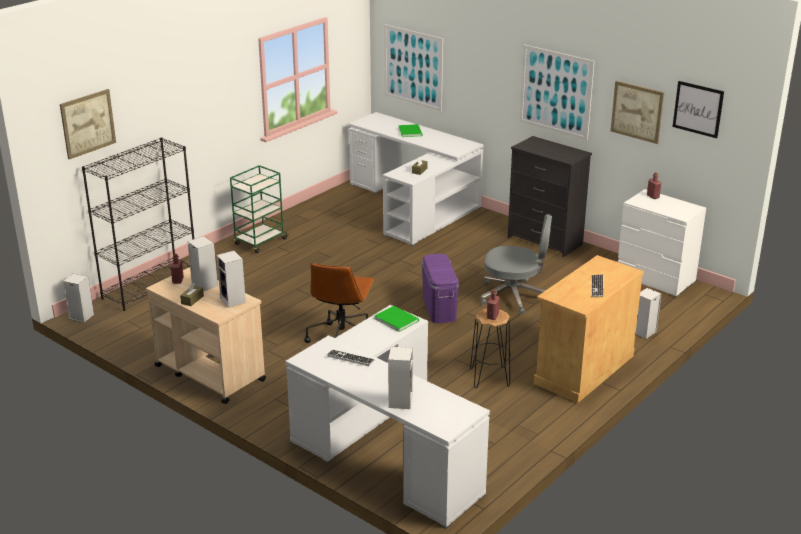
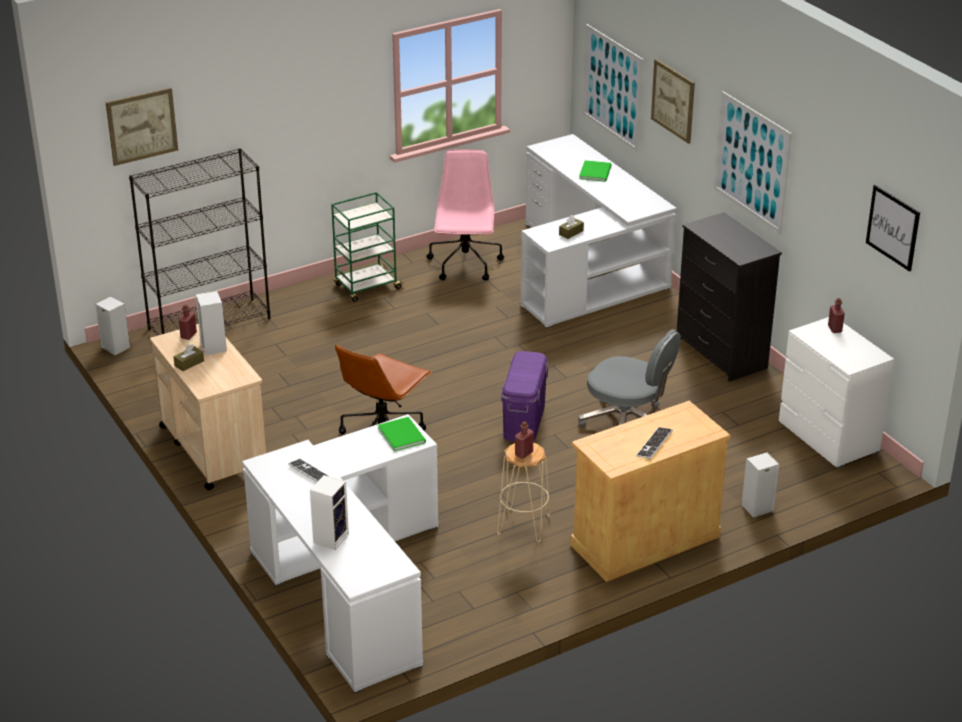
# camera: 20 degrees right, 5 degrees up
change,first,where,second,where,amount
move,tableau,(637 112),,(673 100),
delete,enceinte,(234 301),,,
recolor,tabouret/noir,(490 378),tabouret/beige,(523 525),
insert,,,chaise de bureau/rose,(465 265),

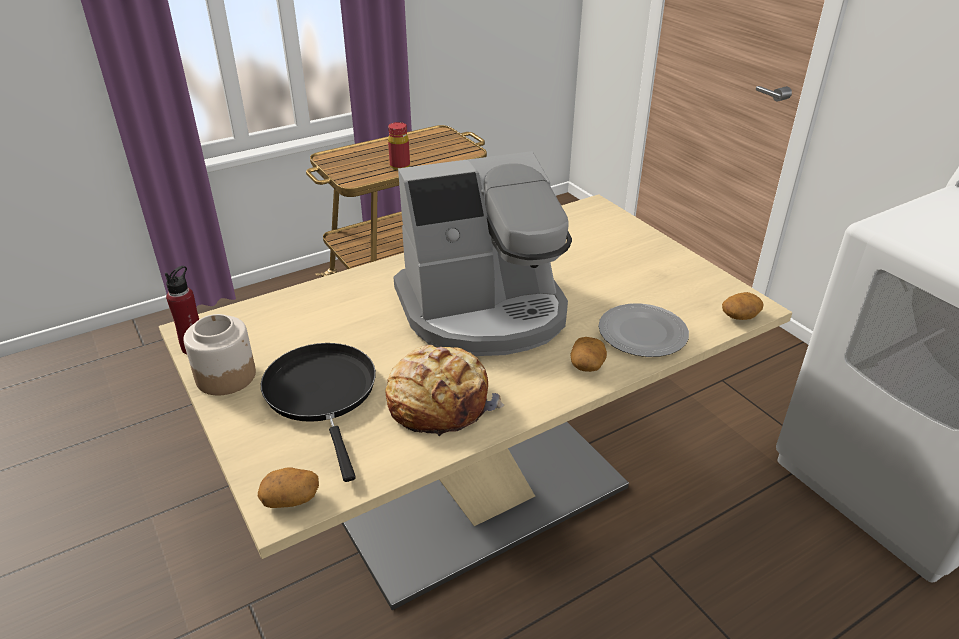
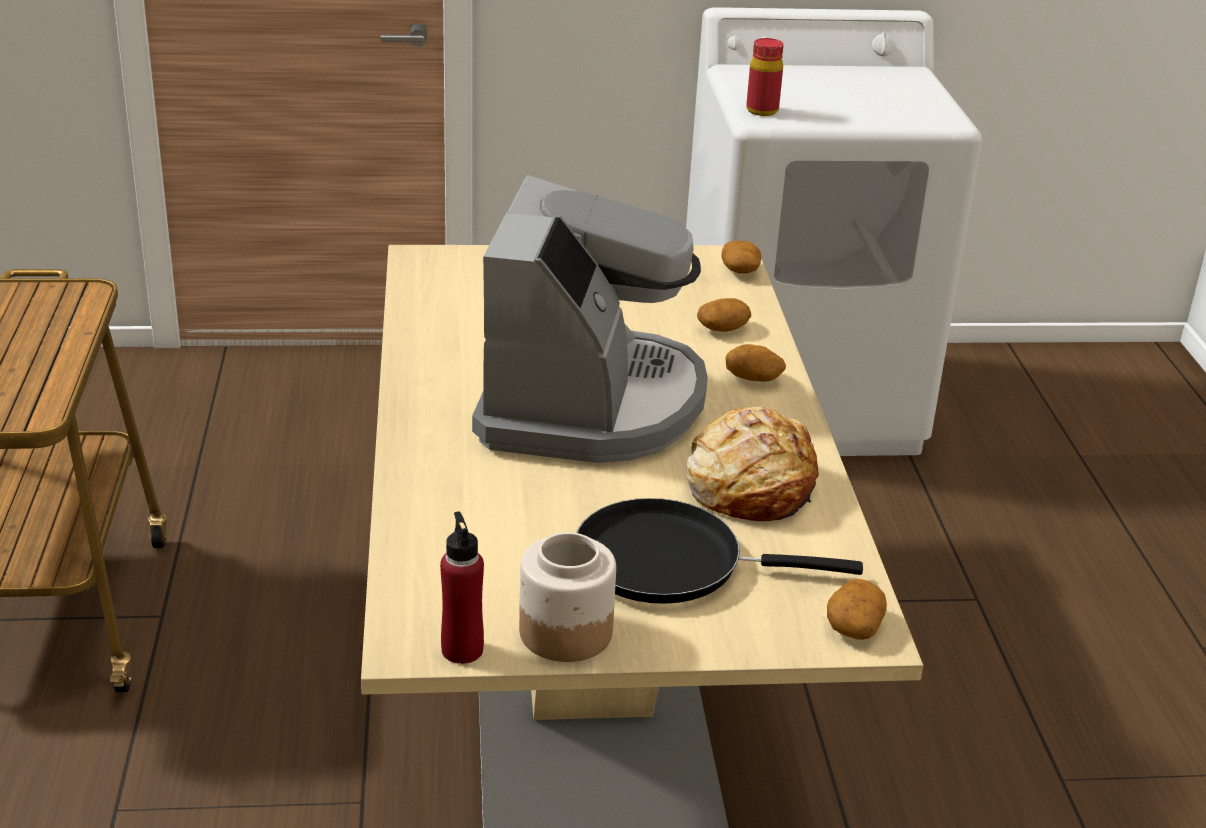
# camera: 65 degrees left, 5 degrees down
change,first,where,second,where,amount
move,bouteille/rouge,(400 166),,(762 111),
replace,assiette,(642 332),pomme de terre,(722 329),

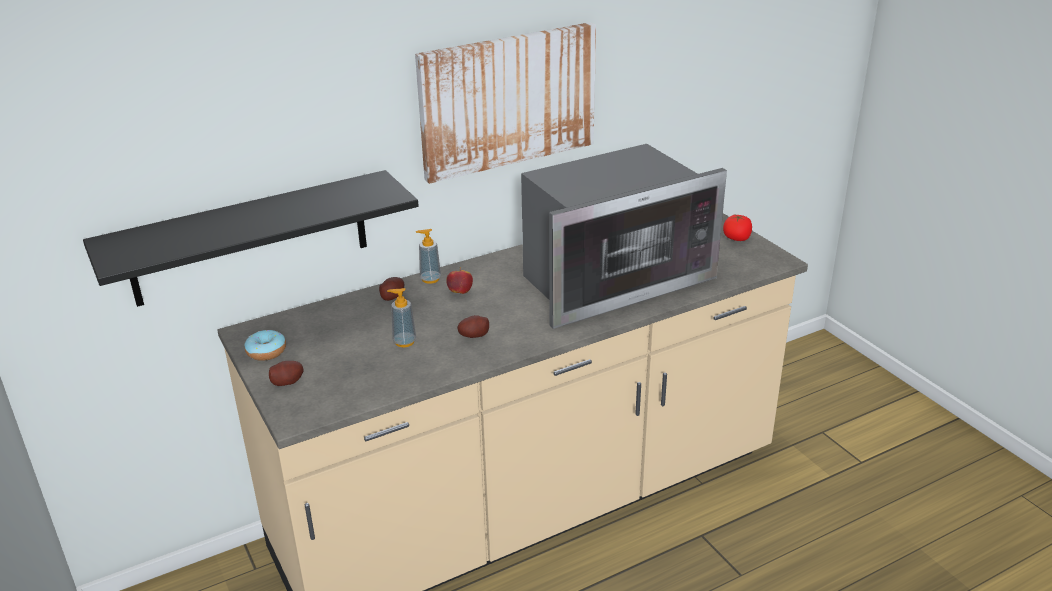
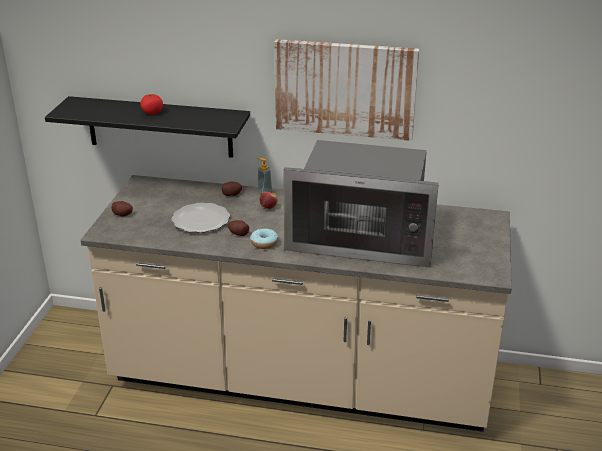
# camera: 40 degrees right, 0 degrees up
change,first,where,second,where,amount
move,tomate,(736 238),,(152 112),
replace,distributeur de savon,(404 342),assiette,(201 220),
move,beignet,(266 352),,(264 243),

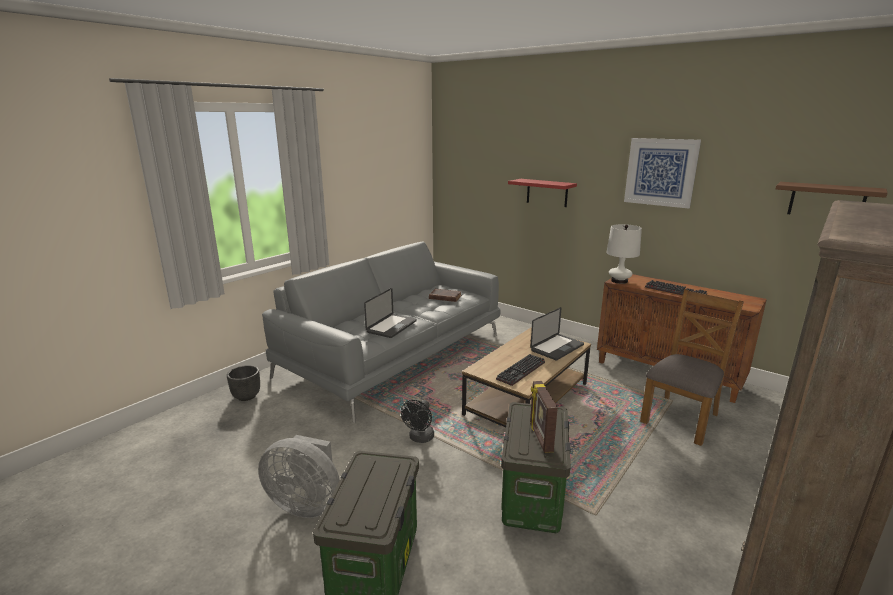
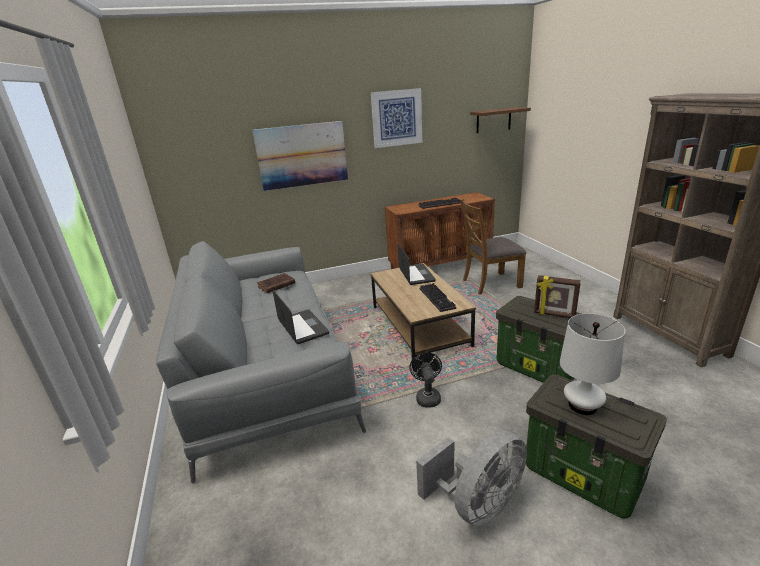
# camera: 55 degrees left, 5 degrees up
change,first,where,second,where,amount
replace,étagère/rouge,(547 192),tableau,(302 155),
move,lampe de table/blanc,(619 281),,(582 405),
rotate,chaise/marron,(681 418),,(490 283),90 degrees counterclockwise
delete,cache-pot/noir,(246 396),,,
rotate,ventilateur/noir,(420 438),,(427 396),150 degrees counterclockwise

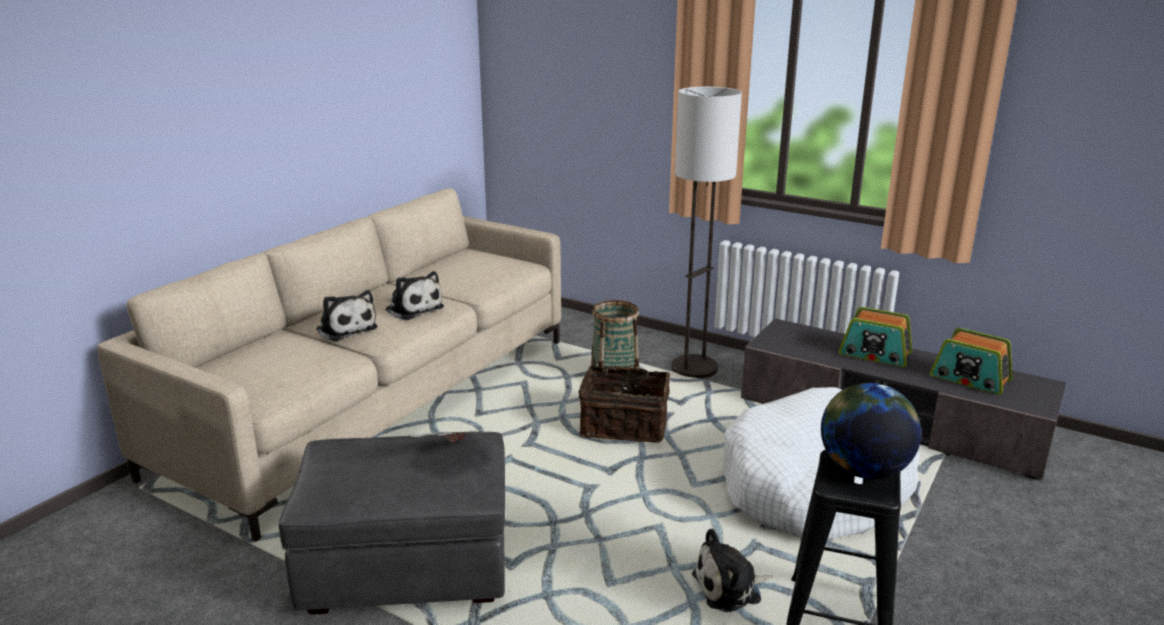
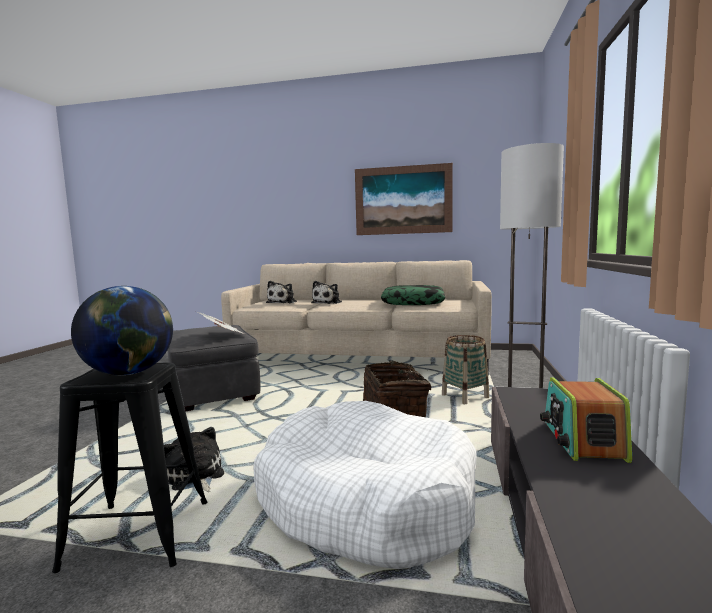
# camera: 70 degrees right, 15 degrees down
change,first,where,second,where,amount
move,peluche,(413 308),,(283 302),
delete,radio,(970 379),,,
insert,,,tableau,(403 200),
insert,,,coussin,(413 303),

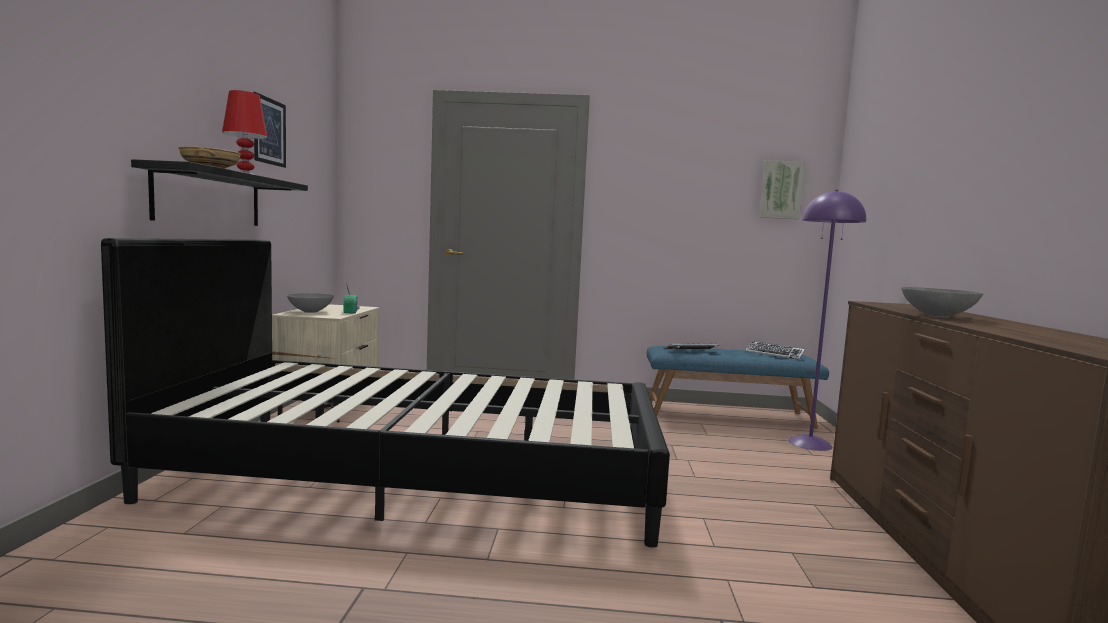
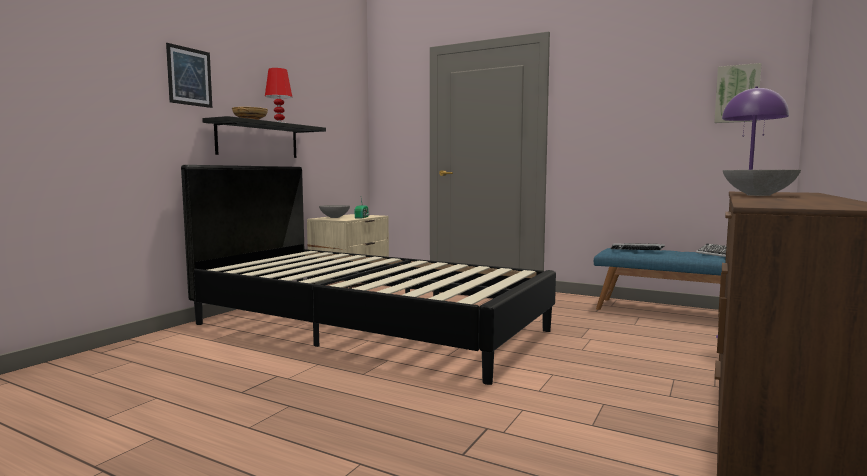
# camera: 25 degrees right, 0 degrees up
change,first,where,second,where,amount
move,tableau,(269 131),,(189 76),

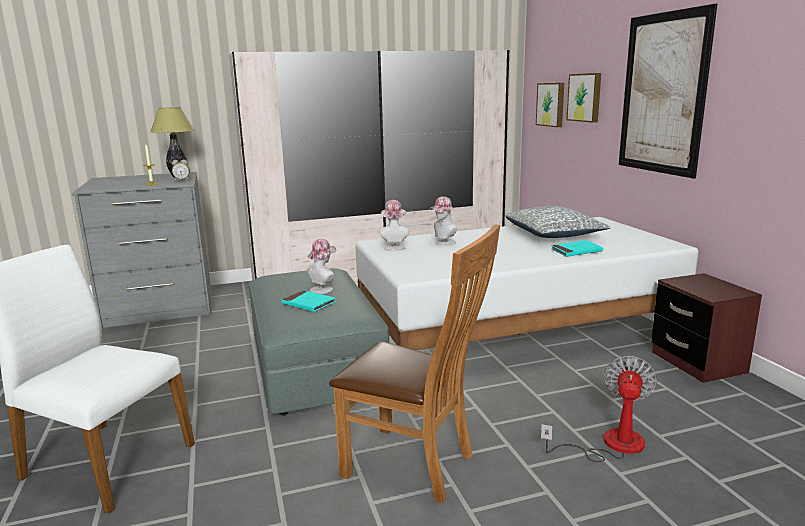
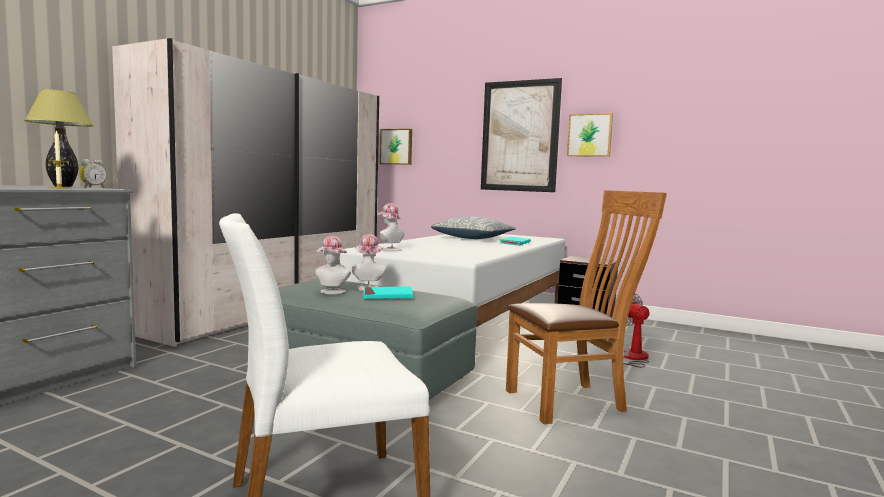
# camera: 45 degrees left, 10 degrees down
change,first,where,second,where,amount
move,tableau,(585 97),,(590 135),
move,chapeau,(443 243),,(331 292),

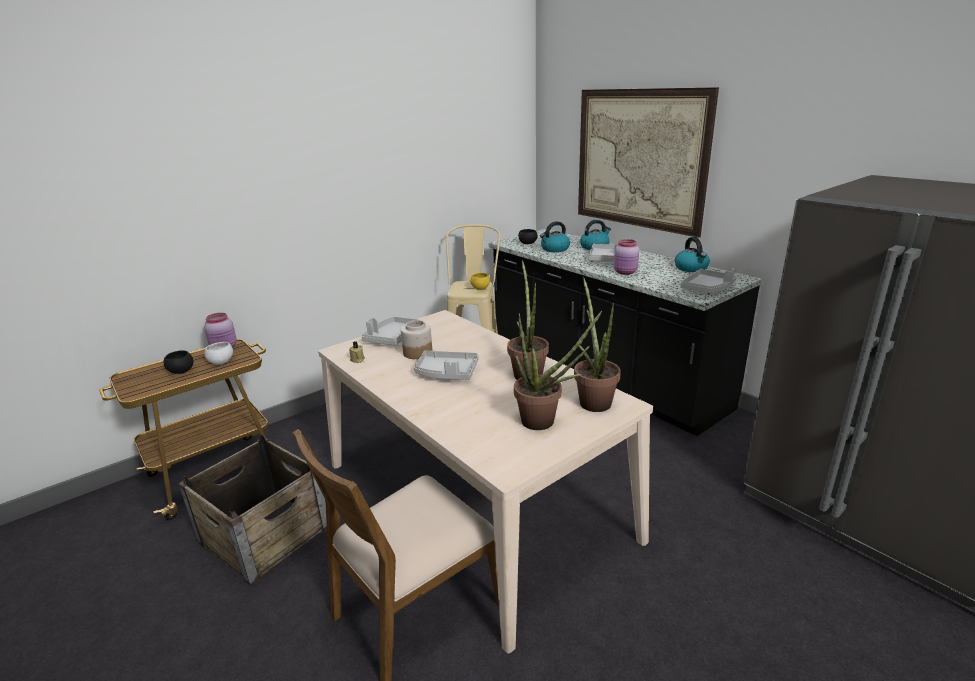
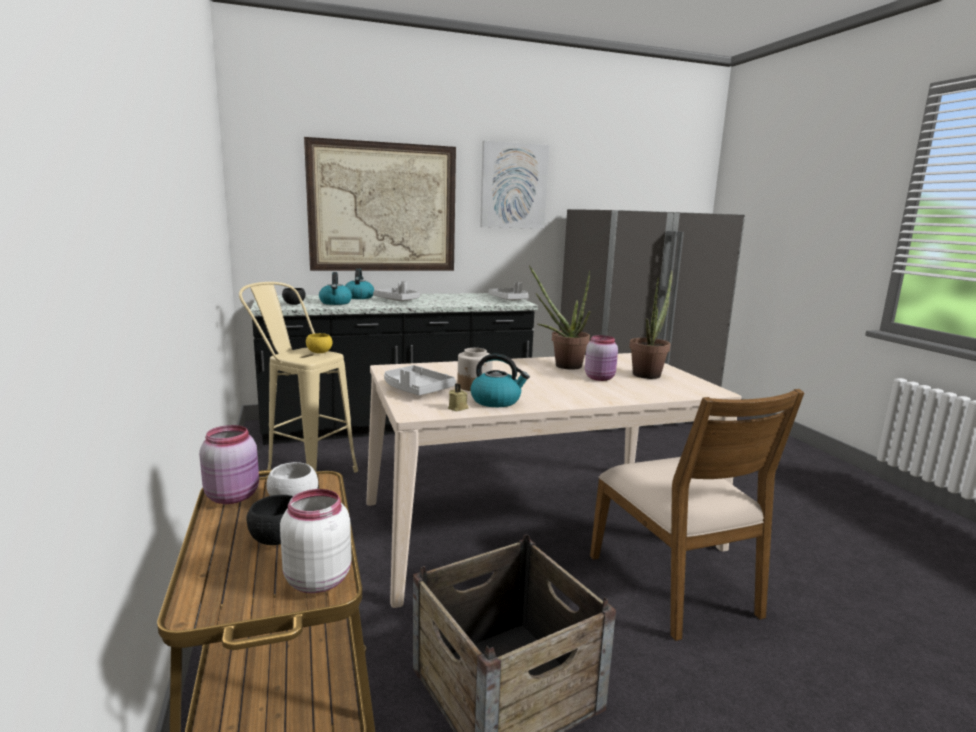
# camera: 70 degrees left, 10 degrees down
change,first,where,second,where,amount
move,bouilloire,(691 268),,(496 401),
move,bocal/rose,(625 272),,(600 378),
delete,plante en pot,(593 400),,,
delete,plateau/gris,(447 373),,,
insert,,,tableau,(513 186),
insert,,,bocal/blanc,(318 579),

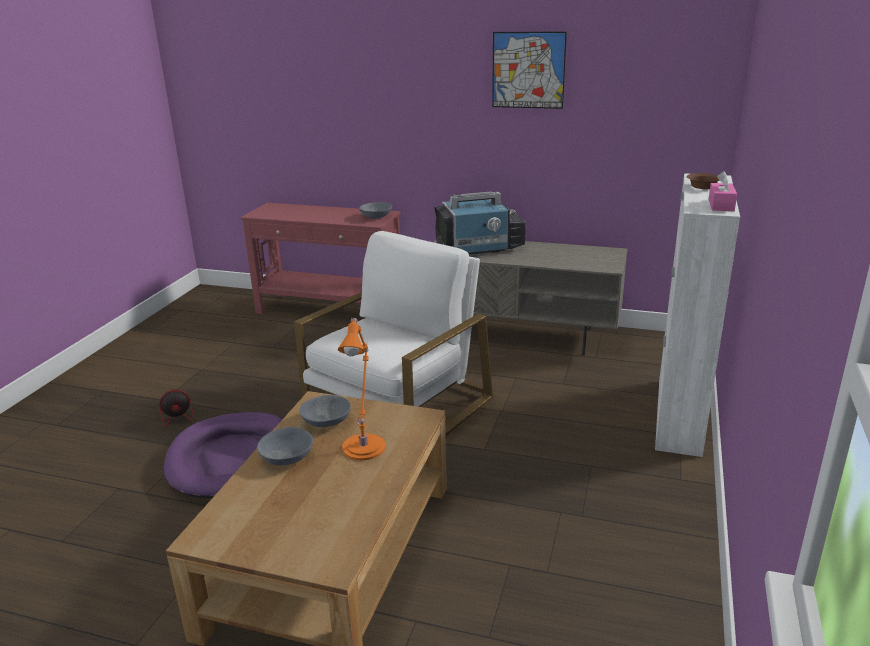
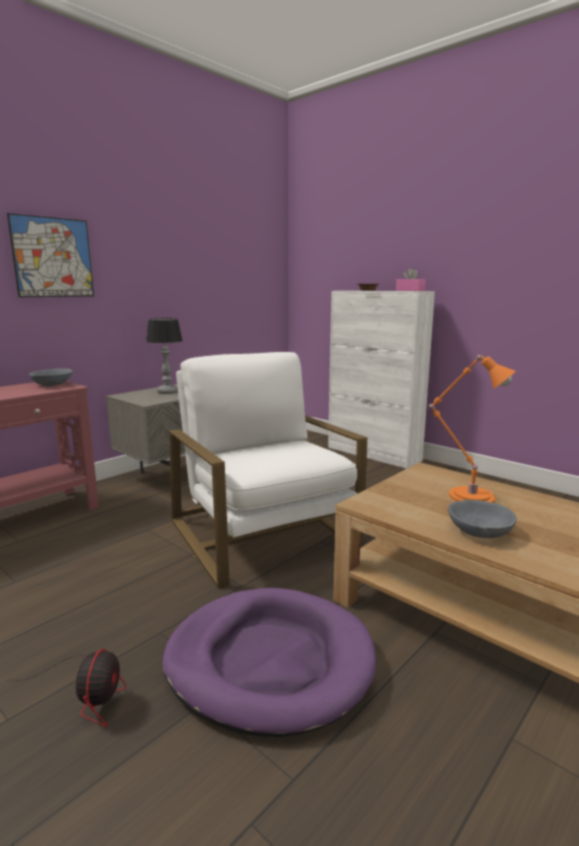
# camera: 65 degrees left, 10 degrees down
change,first,where,second,where,amount
move,tableau,(528 70),,(53 257),
replace,téléviseur,(480 248),lampe de table,(168 392),
delete,bol/gris,(326 422),,,

